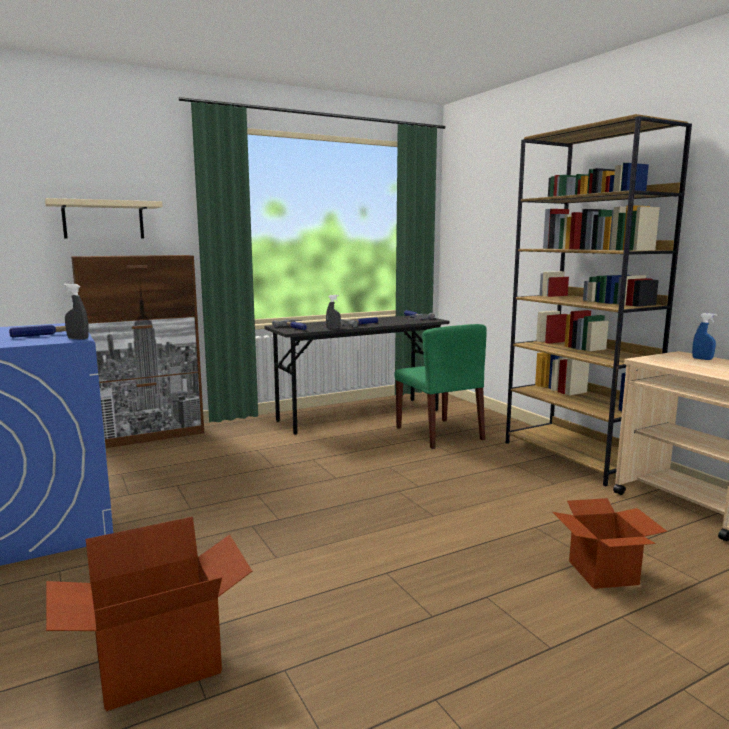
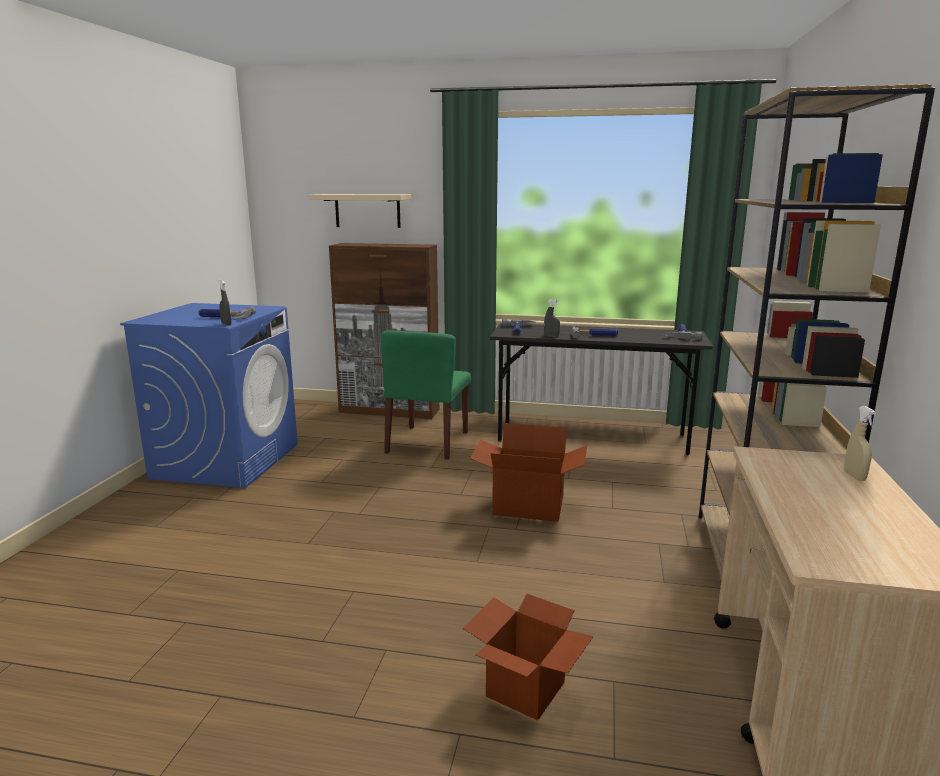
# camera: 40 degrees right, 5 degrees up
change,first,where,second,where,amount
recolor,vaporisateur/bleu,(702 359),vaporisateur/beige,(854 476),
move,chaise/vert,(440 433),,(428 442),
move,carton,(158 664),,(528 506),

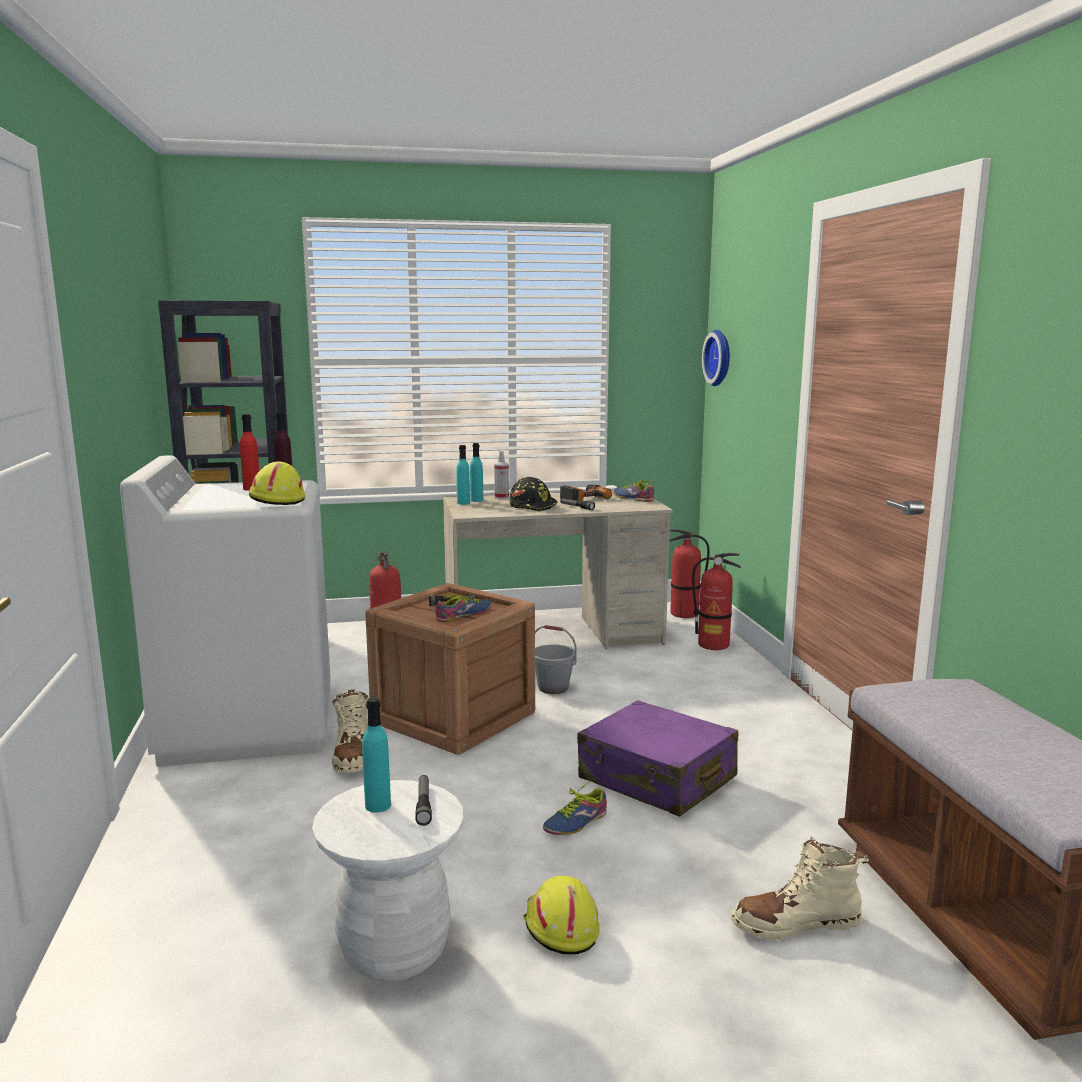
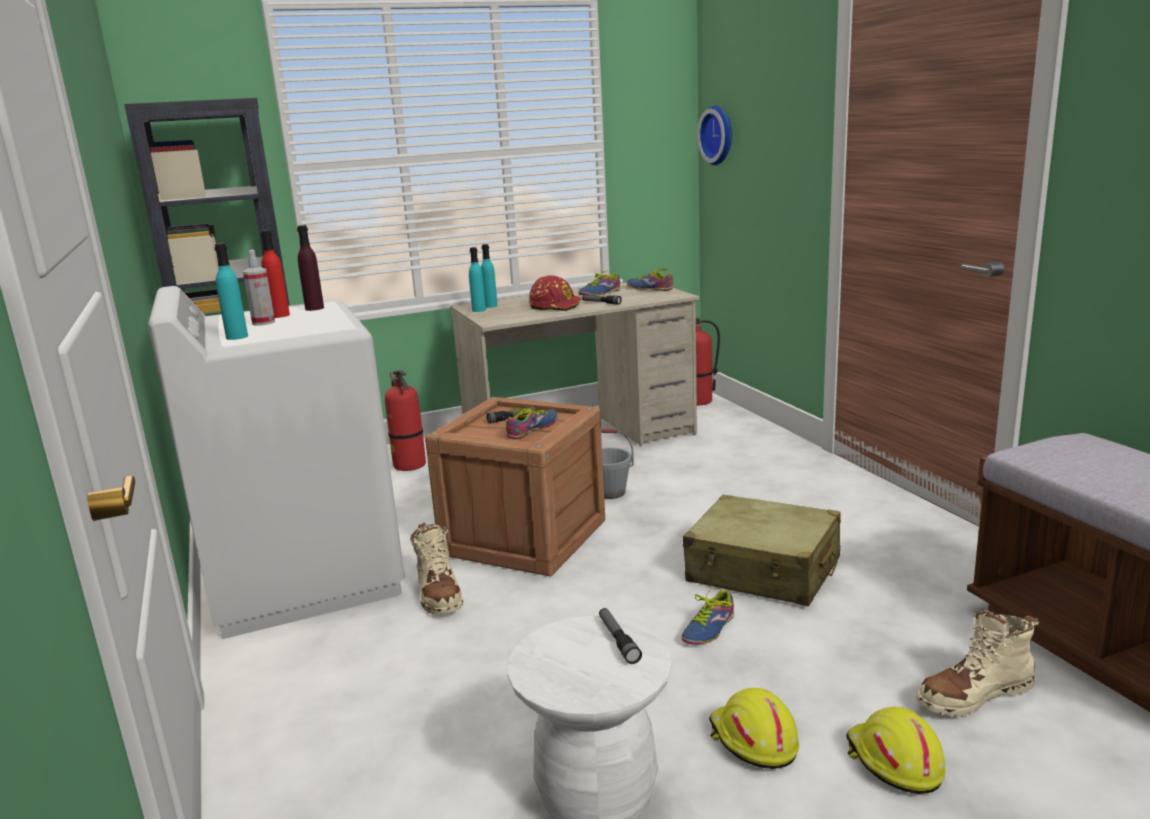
# camera: 10 degrees left, 5 degrees up
change,first,where,second,where,amount
move,vaporisateur,(501 497),,(263 322),
move,casque de chantier/jaune,(277 500),,(893 762),
recolor,casque de chantier/noir,(533 506),casque de chantier/rouge,(555 306),
replace,perceuse,(583 498),chaussure,(598 293),
delete,extincteur,(713 645),,,
move,bouteille/turquoise,(378 805),,(237 337),
recolor,valise/violet,(657 778),valise/beige,(763 571),

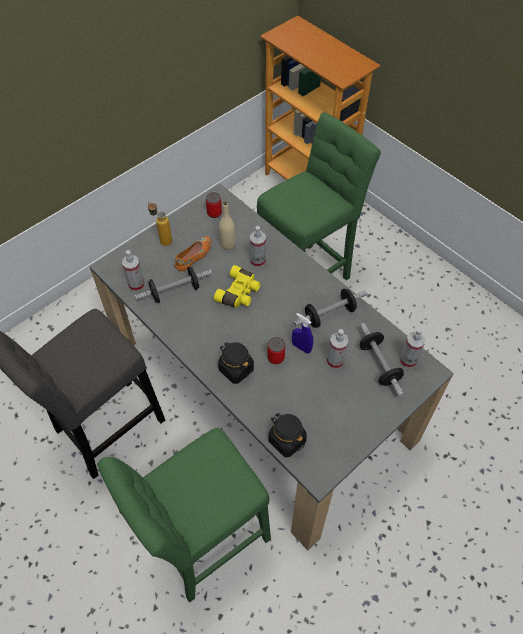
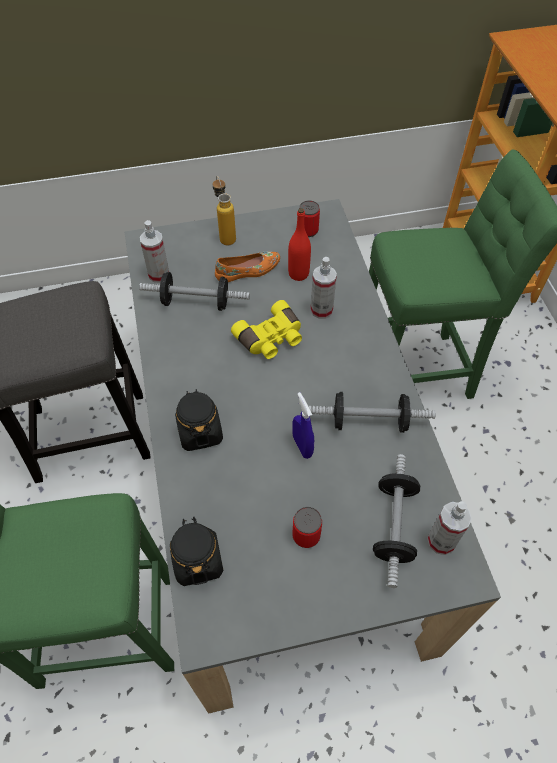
# camera: 30 degrees right, 0 degrees up
change,first,where,second,where,amount
recolor,bouteille/beige,(228 244),bouteille/rouge,(298 274),
delete,vaporisateur,(335 361),,,
move,boîte métallique,(276 357),,(306 535),

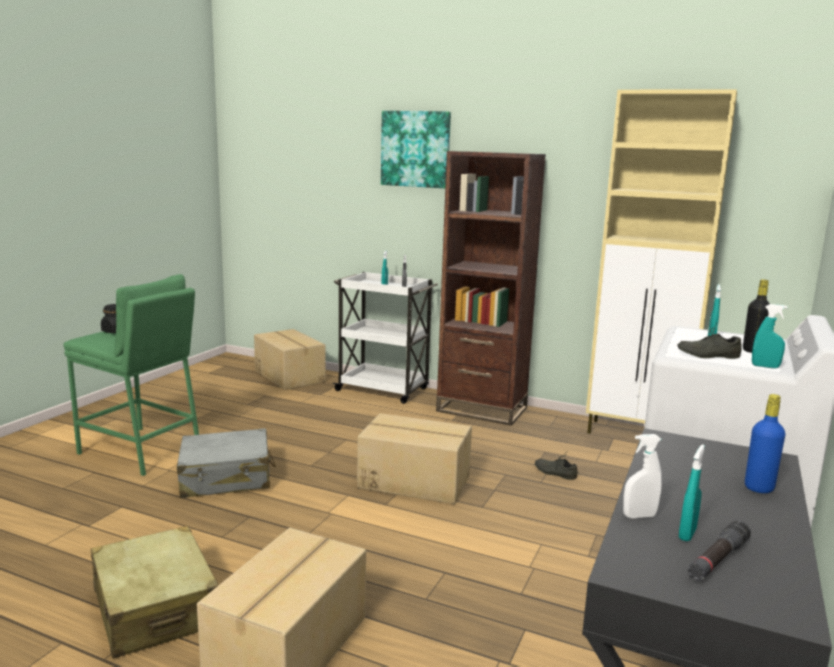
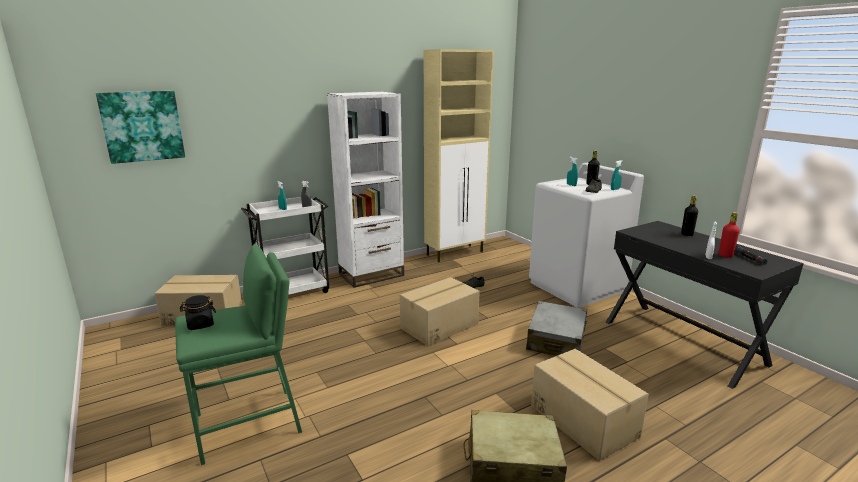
# camera: 55 degrees left, 5 degrees up
change,first,where,second,where,amount
move,tableau,(415 149),,(142 126),
recolor,bibliothèque/marron,(481 409),bibliothèque/blanc,(371 275),
recolor,bouteille/bleu,(759 488),bouteille/noir,(687 234),
move,valise/gris,(226 478),,(556 340),
replace,vaporisateur/turquoise,(687 534),bouteille/rouge,(725 255),

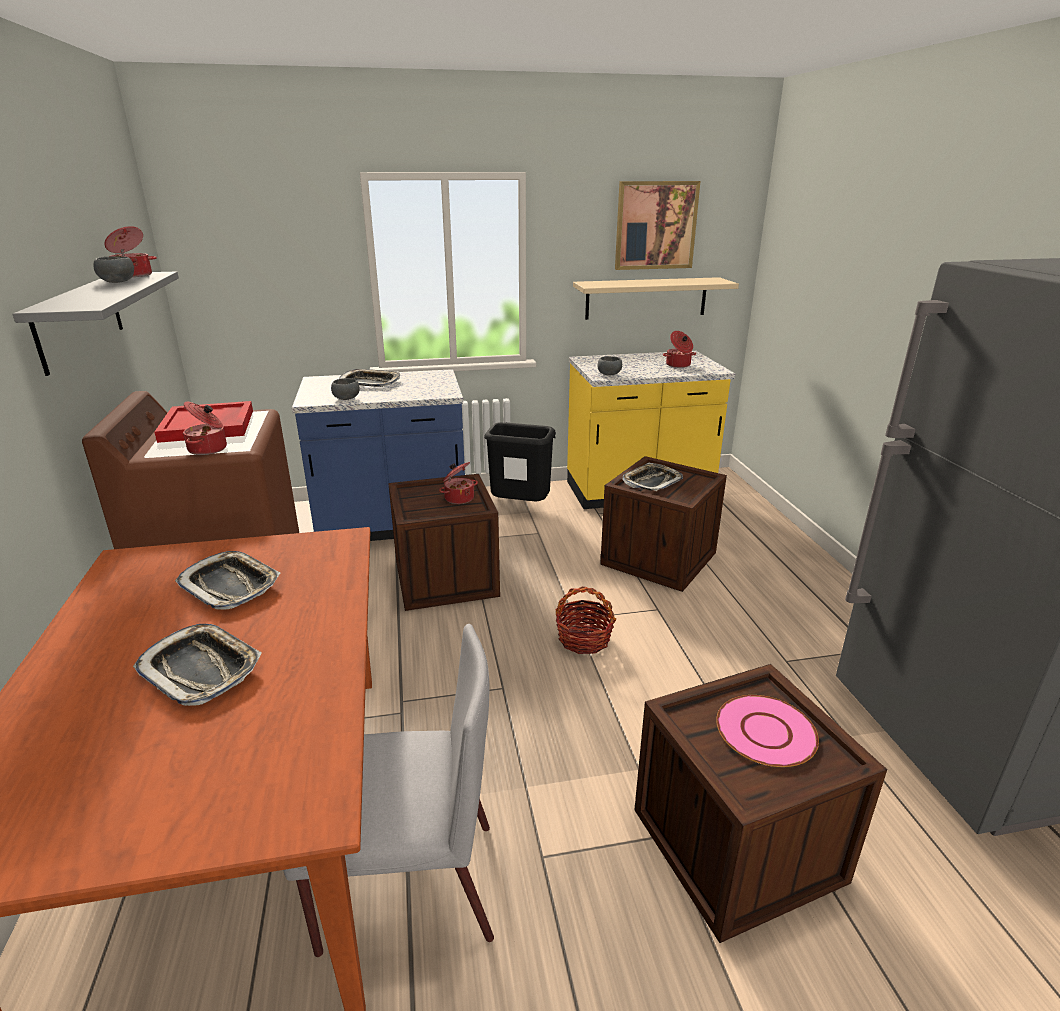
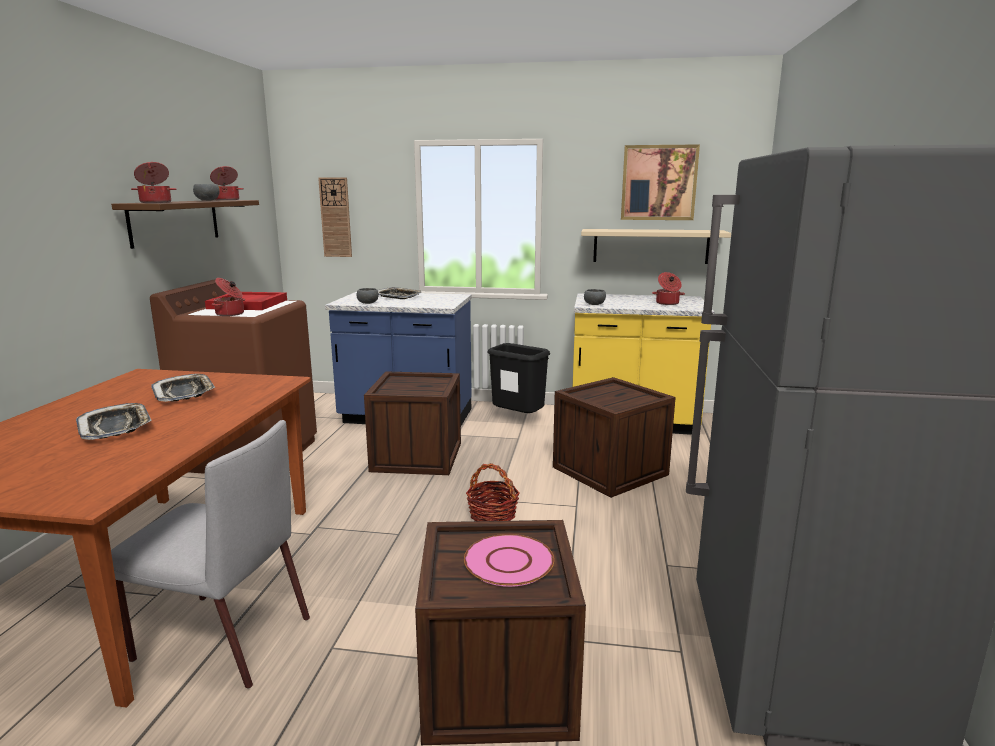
# camera: 20 degrees right, 10 degrees down
change,first,where,second,where,amount
recolor,étagère/gris,(79 320),étagère/marron,(175 222),
move,marmite,(459 498),,(156 202),
delete,plateau,(651 482),,,
insert,,,horloge murale,(335 217),

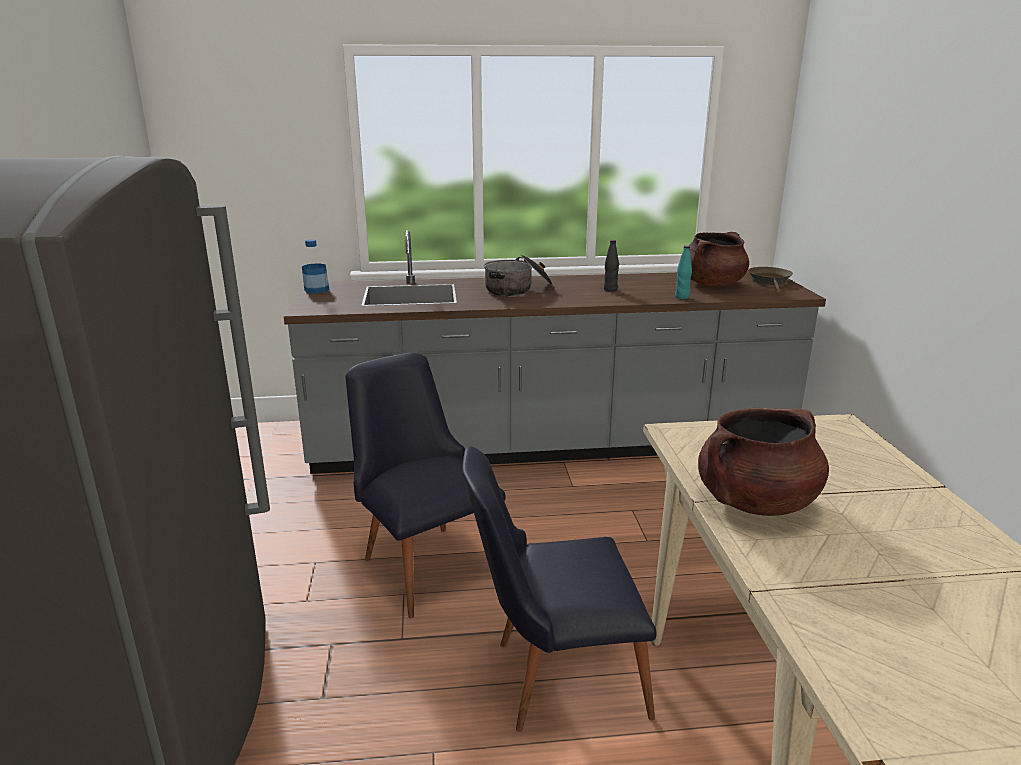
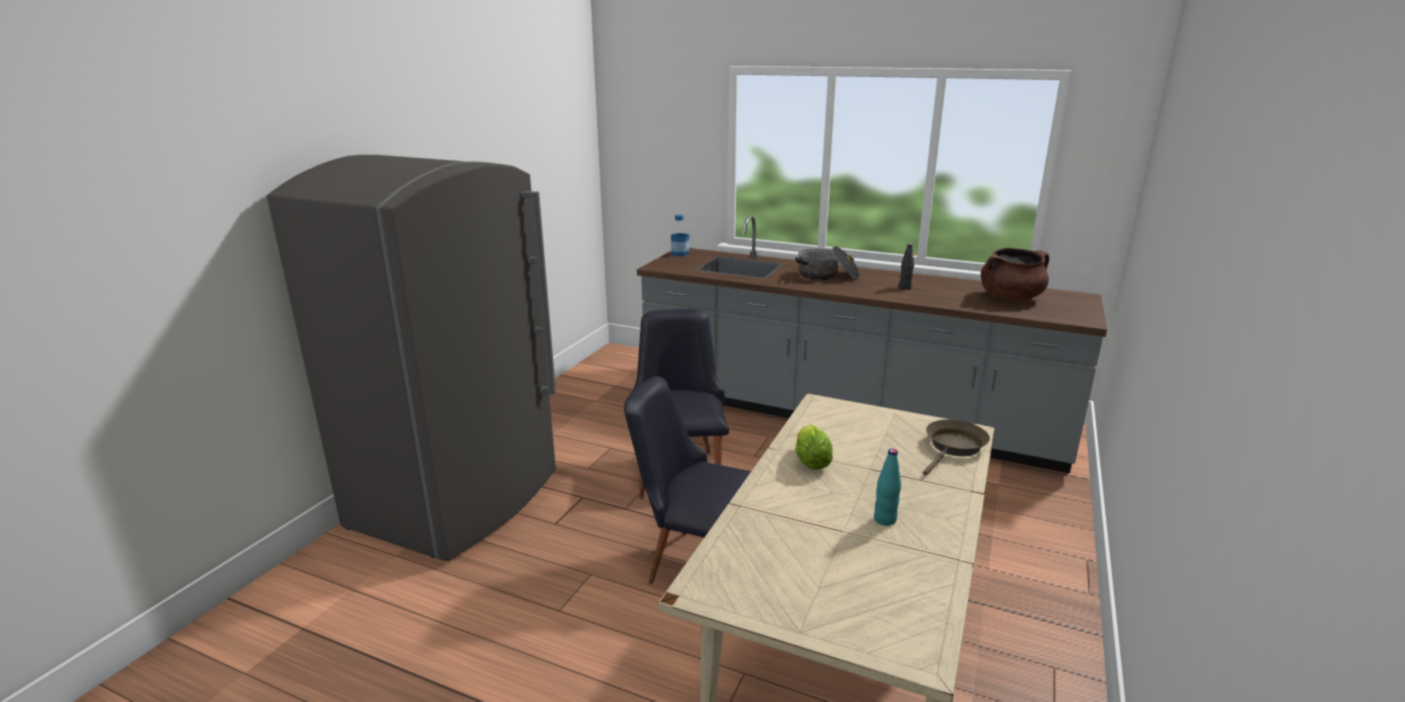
# camera: 30 degrees right, 0 degrees up
change,first,where,second,where,amount
move,bouteille/turquoise,(682 297),,(885 520),
move,poêle/marron,(770 282),,(954 447),
replace,marmite/marron,(755 502),laitue,(810 460),

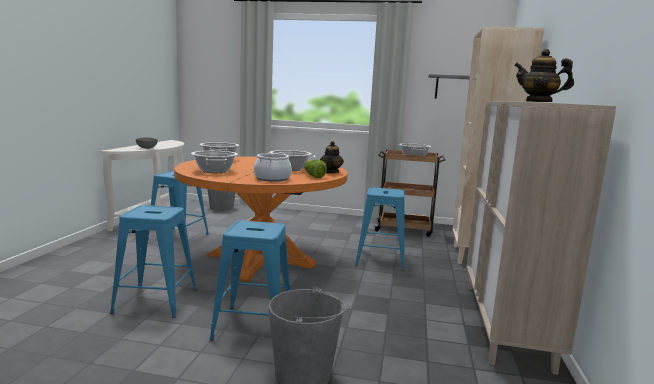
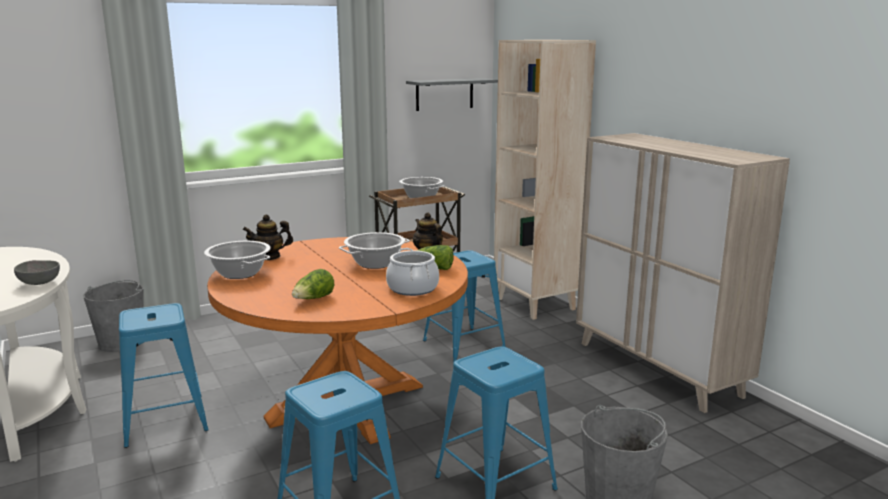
# camera: 40 degrees left, 5 degrees up
change,first,where,second,where,amount
move,théière,(539 102),,(269 257),
replace,marmite,(215 171),laitue,(314 299),

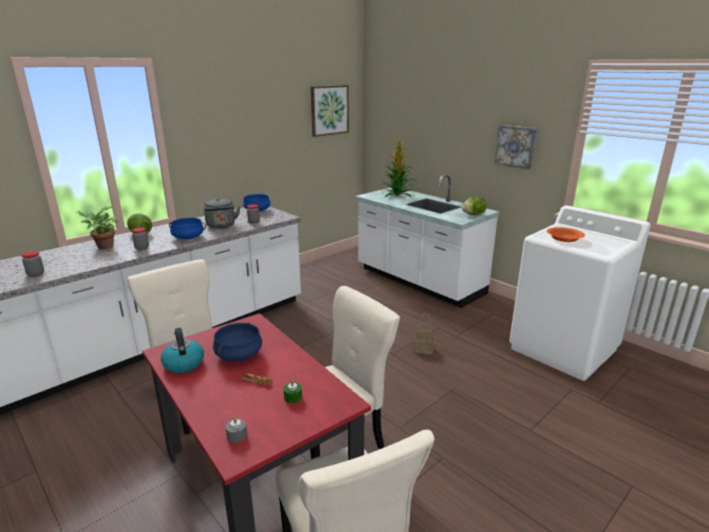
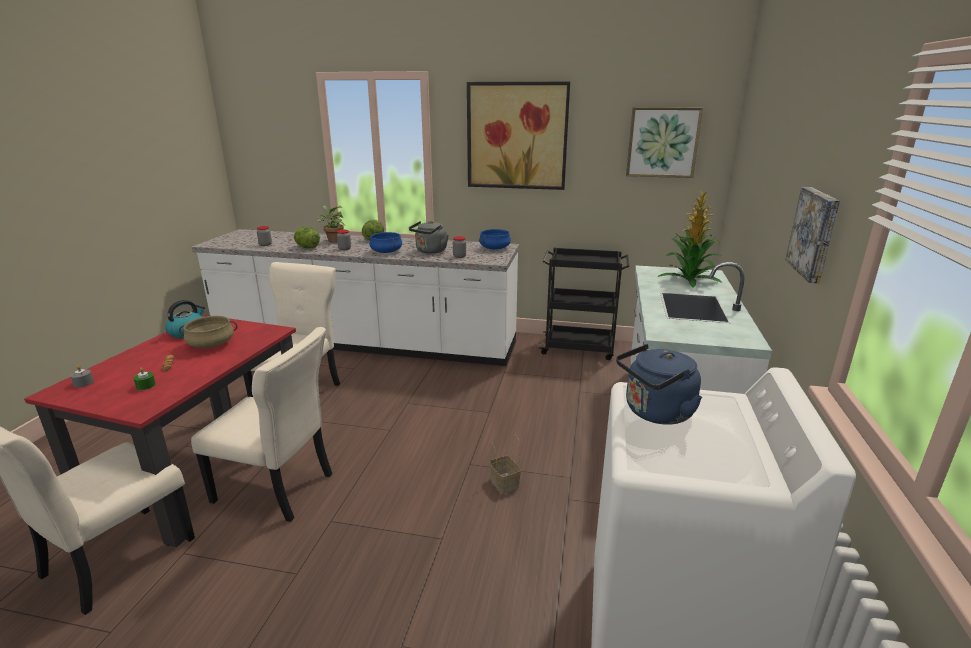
# camera: 55 degrees right, 0 degrees up
change,first,where,second,where,amount
move,laitue,(473 214),,(307 248),
replace,bol/orange,(564 239),bouilloire/bleu,(655 413),
recolor,marmite/bleu,(238 354),marmite/beige,(211 344),
insert,,,tableau,(517 136),
insert,,,chariot/noir,(579 348),

